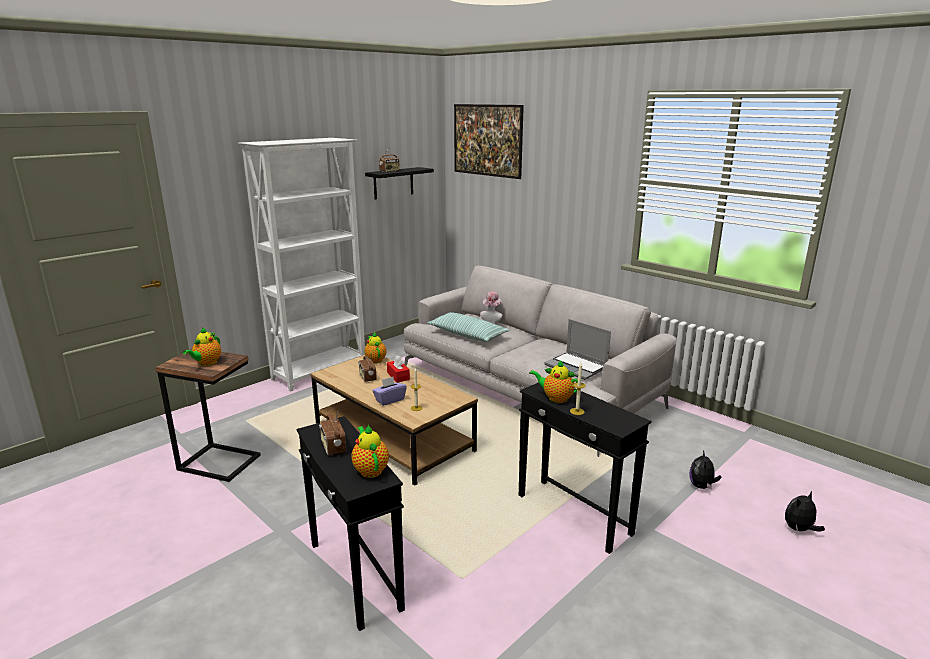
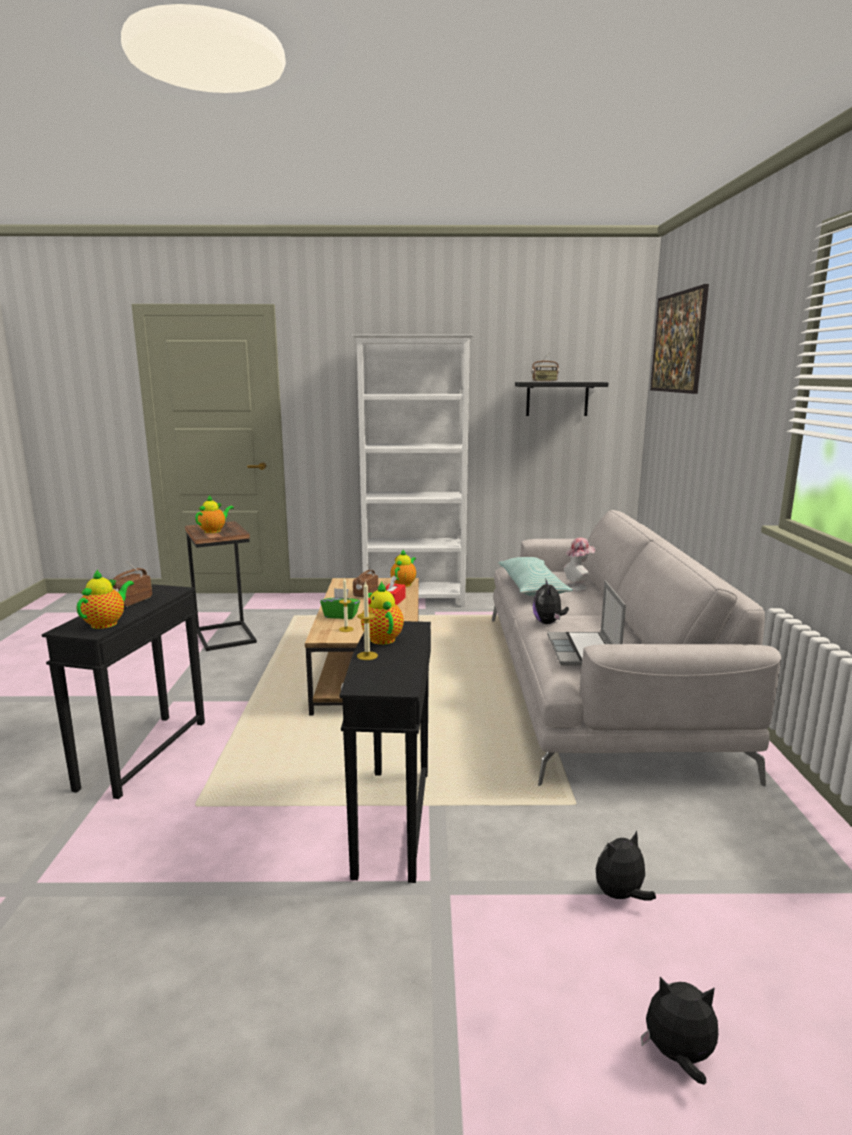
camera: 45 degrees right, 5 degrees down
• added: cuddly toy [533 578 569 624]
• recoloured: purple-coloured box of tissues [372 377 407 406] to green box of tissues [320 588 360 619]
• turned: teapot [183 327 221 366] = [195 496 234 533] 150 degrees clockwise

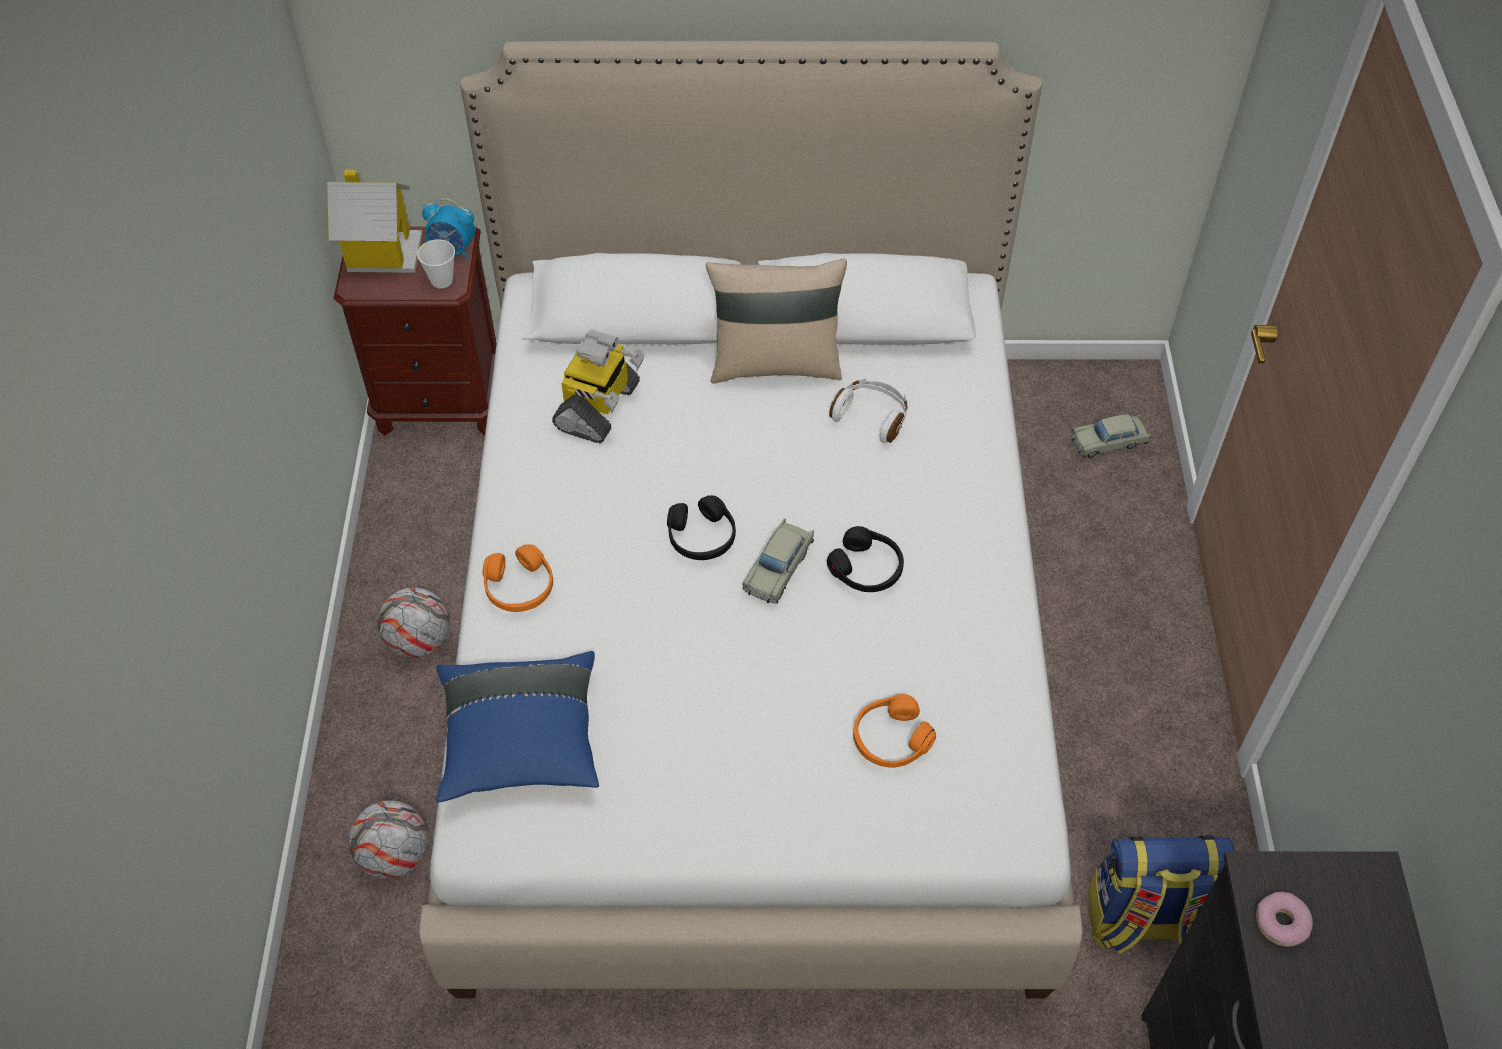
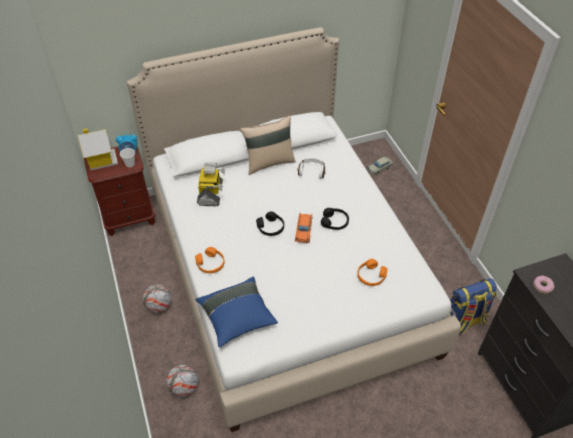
camera: 20 degrees left, 5 degrees down
• recoloured: beige miniature car [742 519 814 604] to orange-coloured miniature car [295 213 313 243]

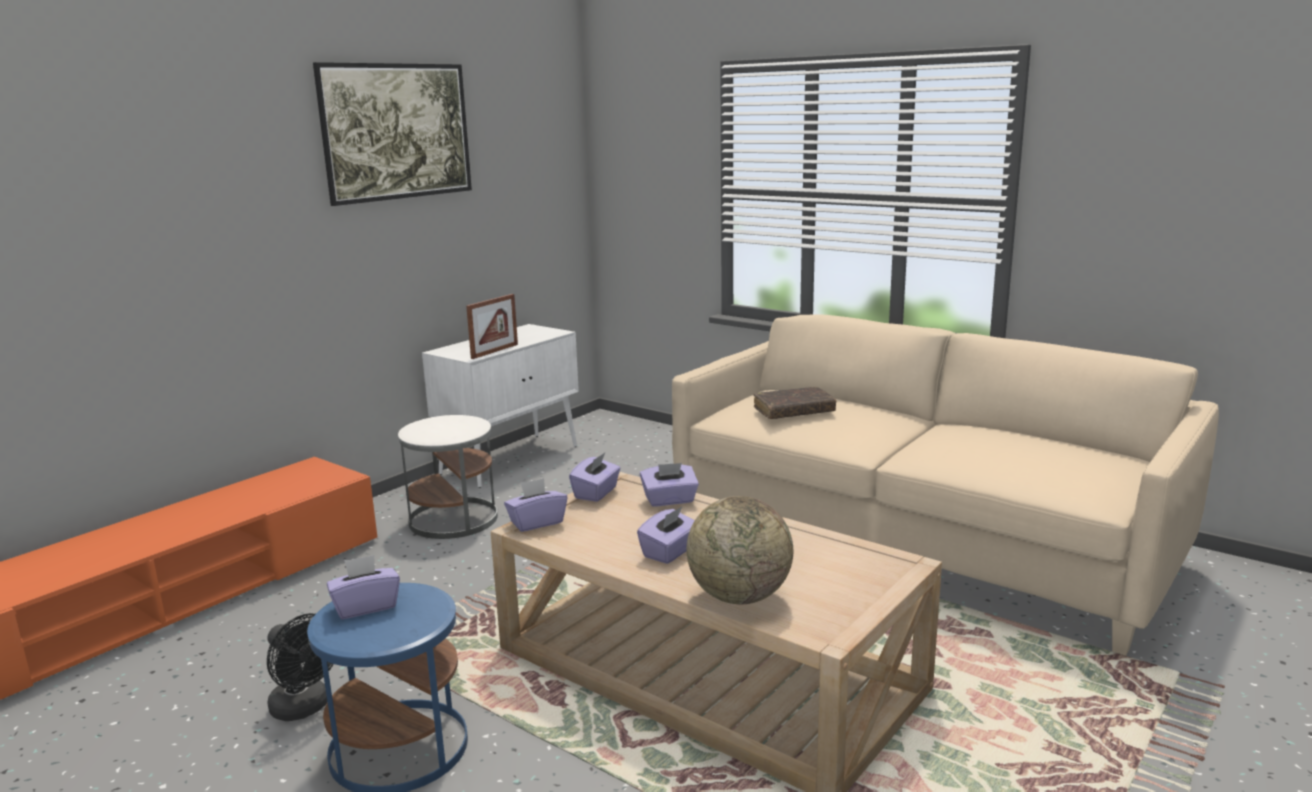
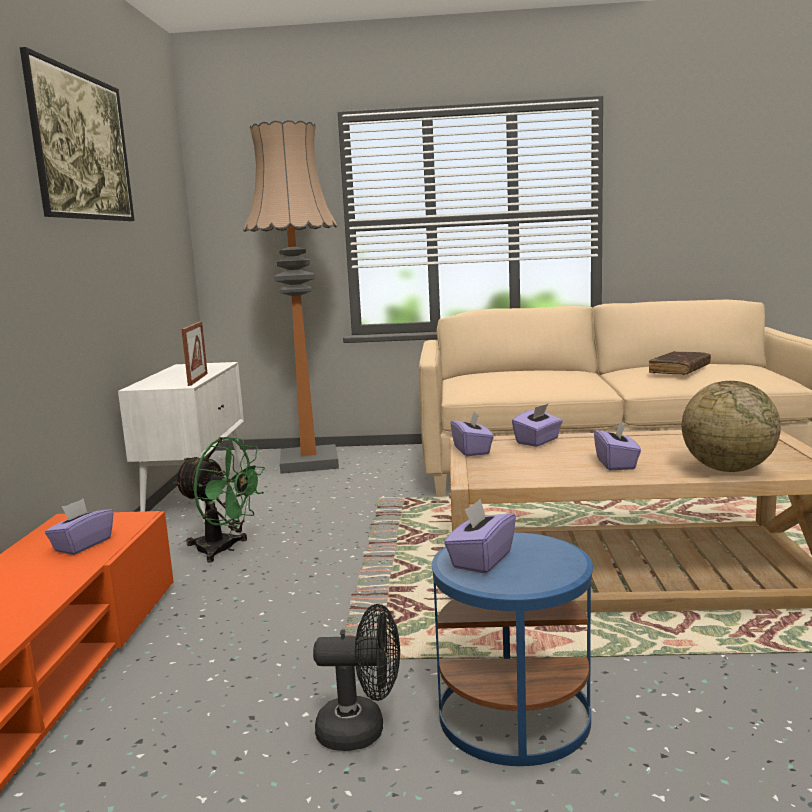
camera: 35 degrees left, 5 degrees down
• added: floor lamp [243 120 339 474]
• moved: purple-coloured box of tissues [504 478 568 532] to [45 499 114 555]
• moved: brownish volume [753 387 836 419] to [649 351 711 375]
• replaced: white side table [398 415 498 539] to green fan [173 437 265 562]

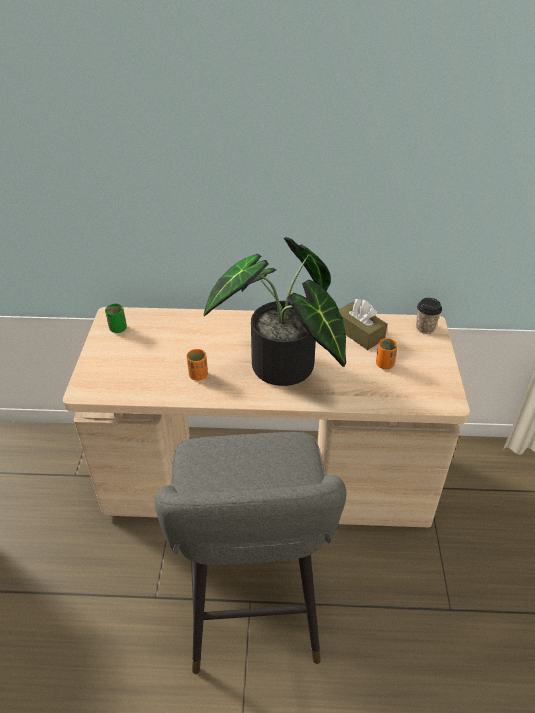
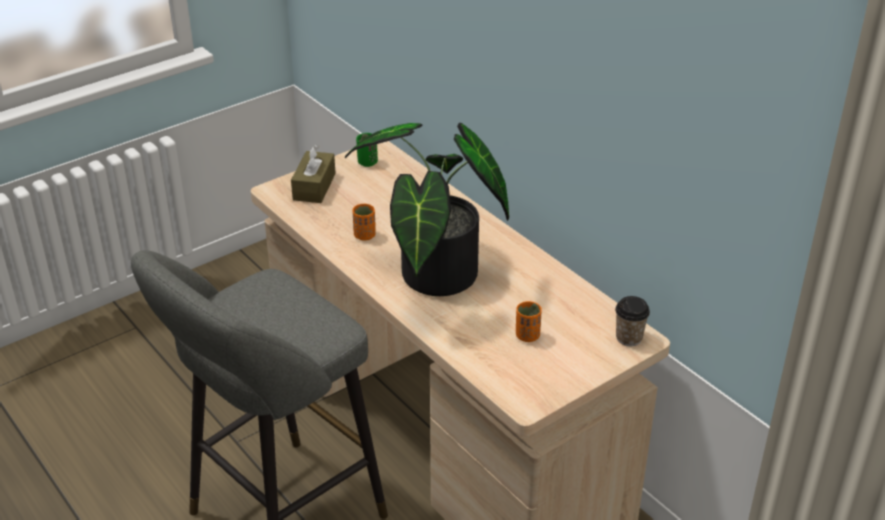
camera: 50 degrees right, 5 degrees down
• moved: brownish box of tissues [339 299 387 350] to [291 144 336 203]

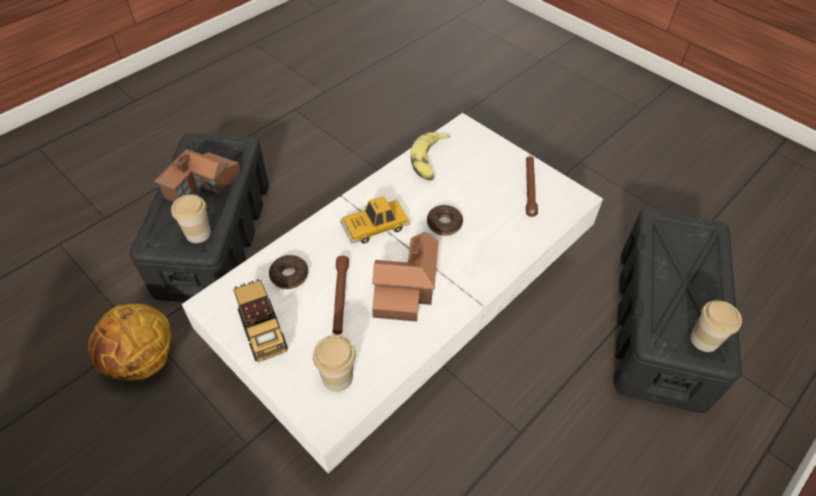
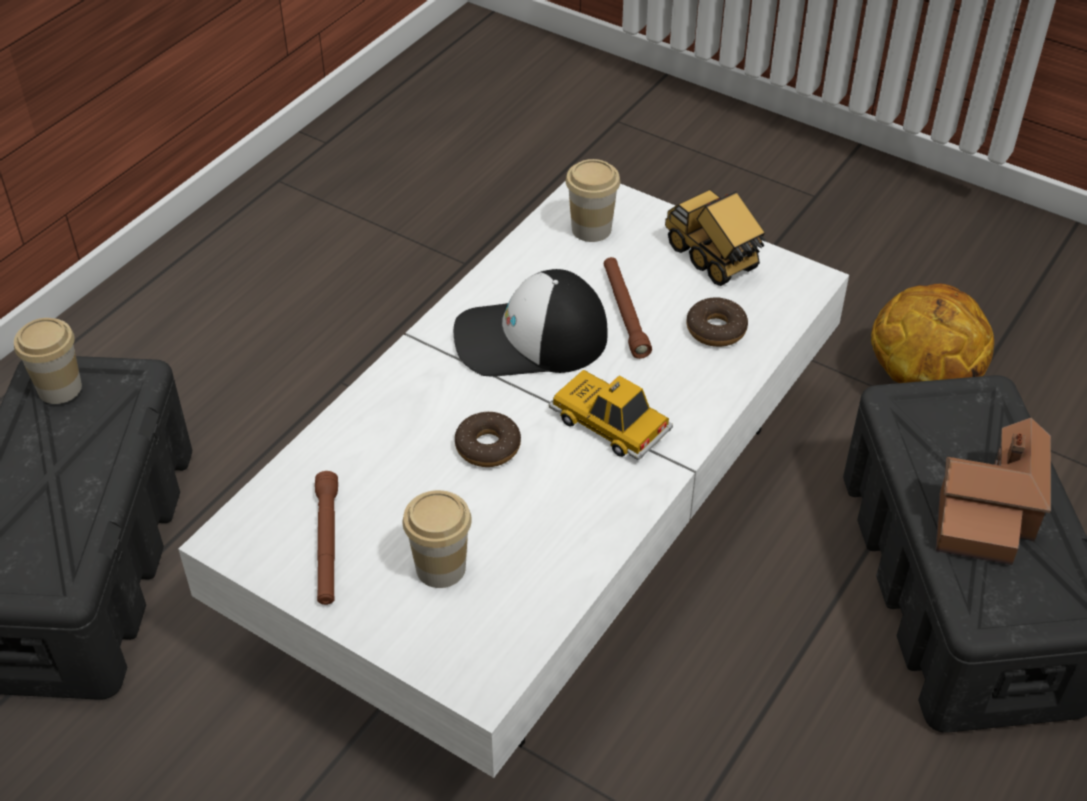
camera: 170 degrees right, 5 degrees down
• removed: whole banana [411 132 450 181]
• moved: cup [171 195 211 243] to [403 490 472 588]
• replaced: toy house [372 231 439 322] to peaked cap [454 269 607 377]
• turned: miniature car [340 196 411 244] = [549 370 673 460] 105 degrees counterclockwise

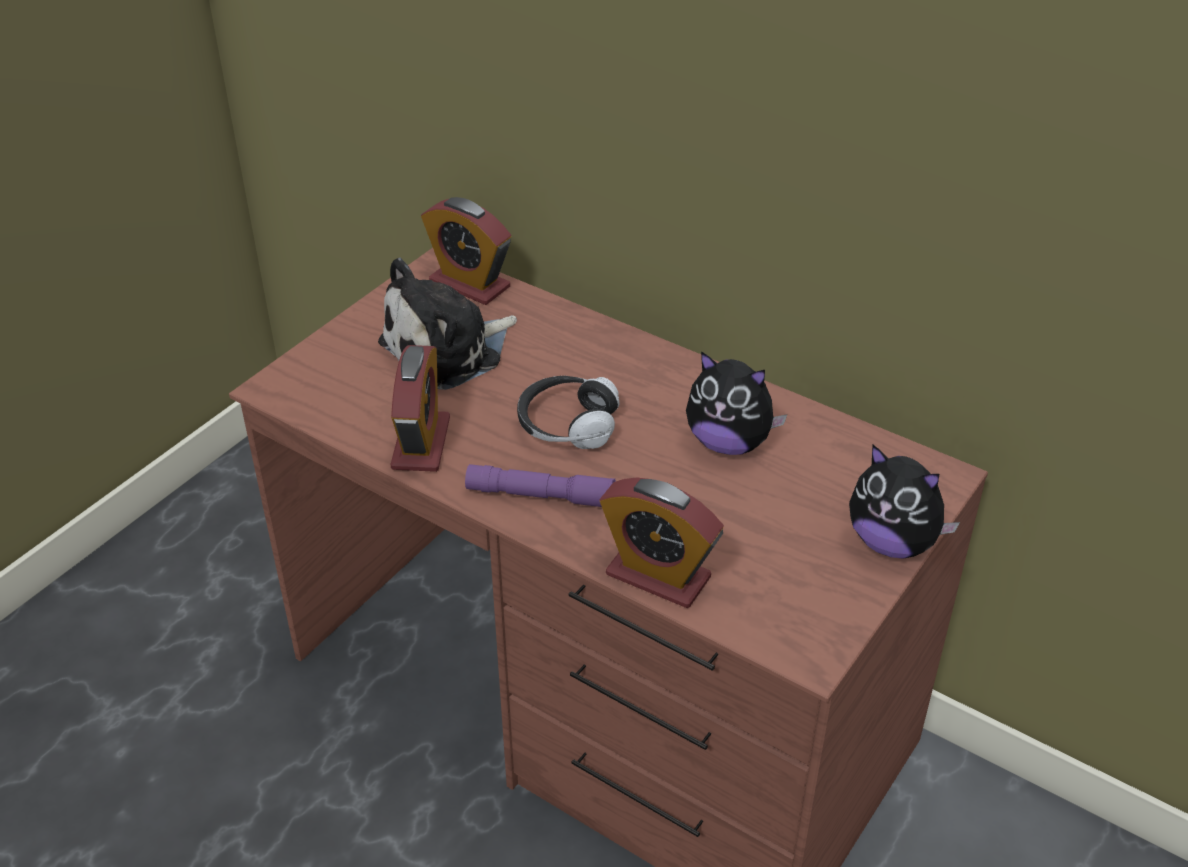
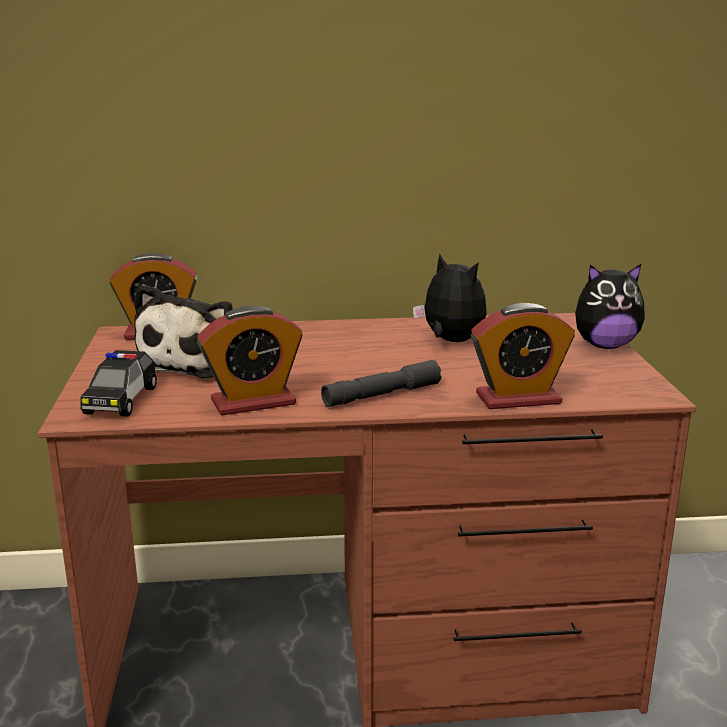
camera: 40 degrees left, 20 degrees down
• removed: headphones [517 376 619 449]
• added: miniature car [80 350 157 417]
• recoloured: purple-coloured hand torch [465 464 616 507] to greyish hand torch [321 360 442 407]
• turned: alarm clock [390 345 450 472] = [197 306 303 415] 105 degrees clockwise
• turned: cuddly toy [686 351 787 455] = [413 254 487 342] 120 degrees counterclockwise

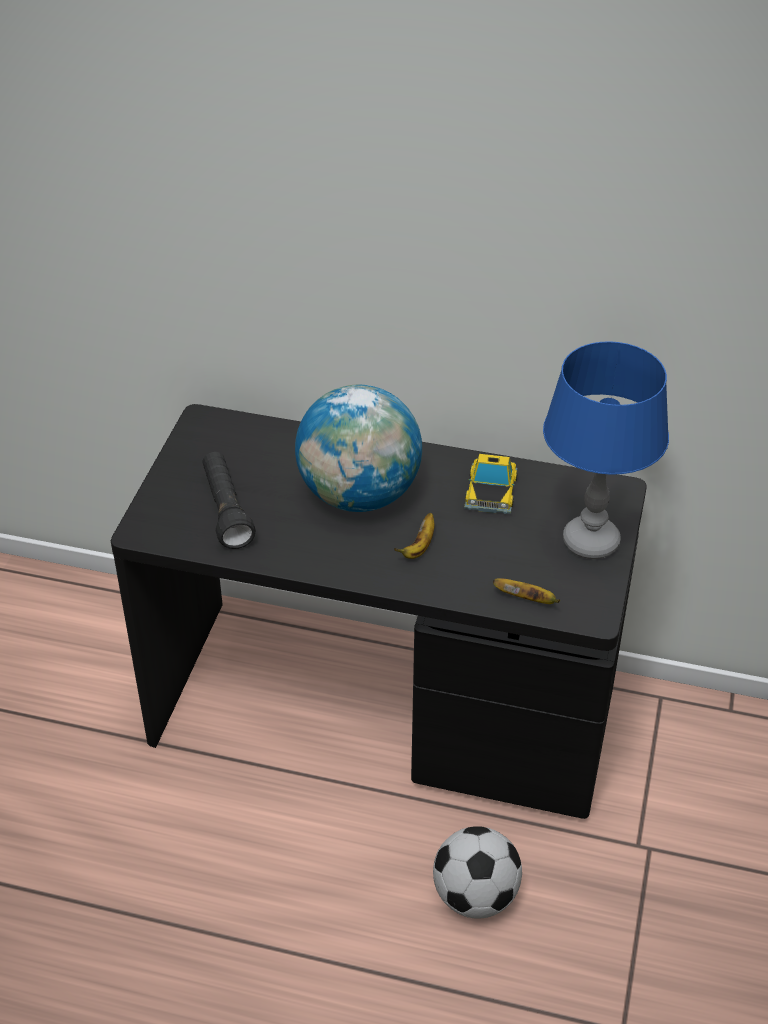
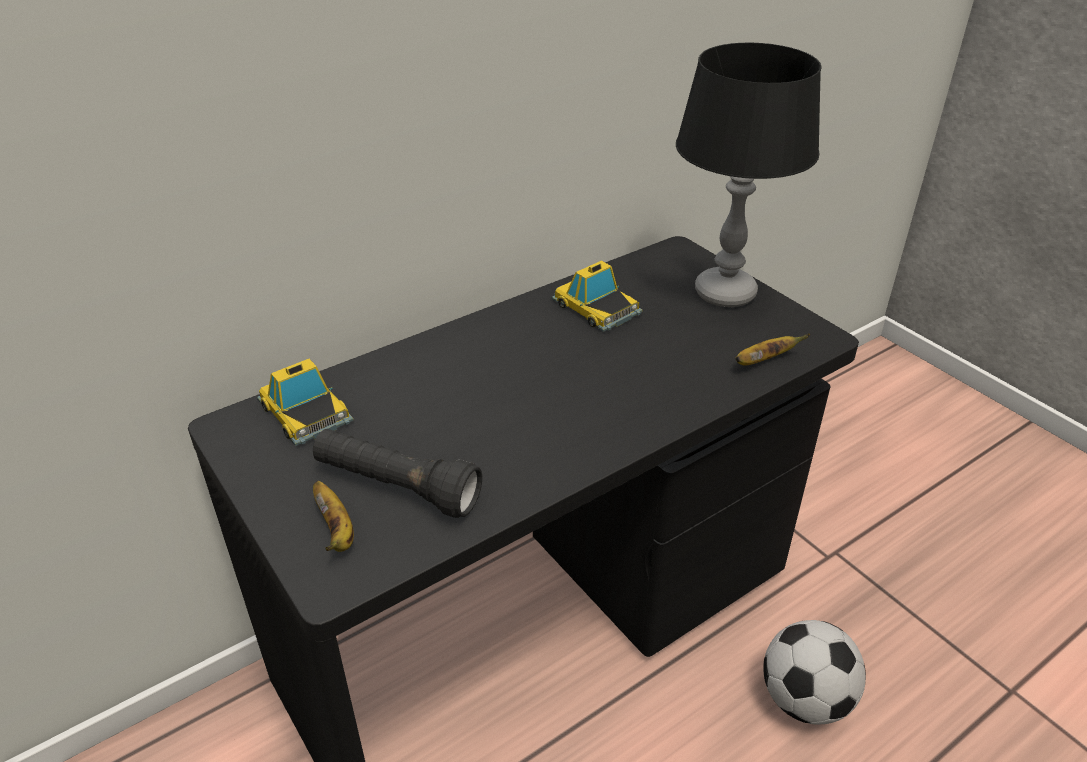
camera: 50 degrees left, 5 degrees down
• removed: world globe [295 385 422 512]
• added: miniature car [257 359 354 446]
• moved: whole banana [394 513 435 559] to [313 481 354 552]
• recoloured: blue tabletop lamp [543 341 669 559] to blackish tabletop lamp [676 43 821 307]

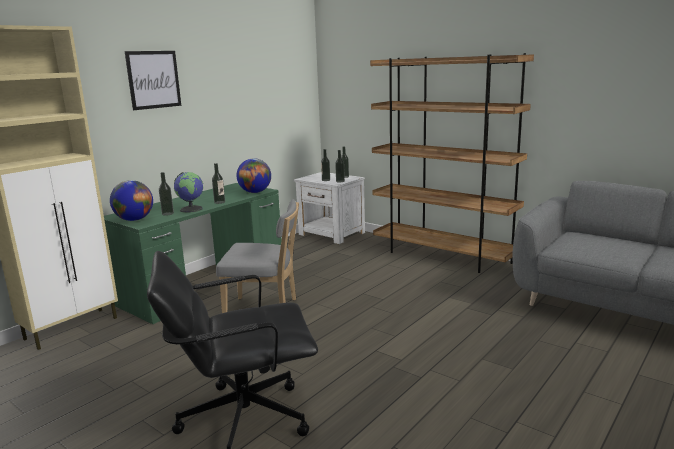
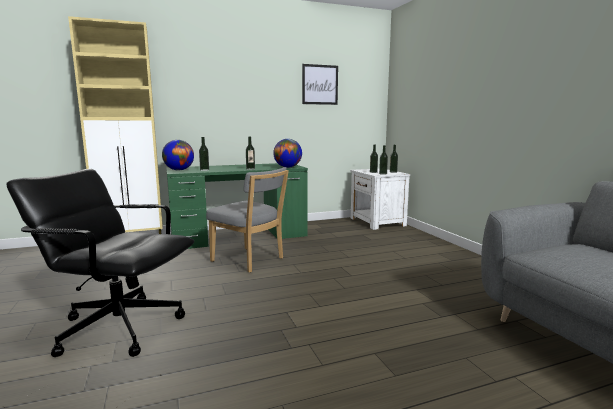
camera: 30 degrees right, 5 degrees down
• removed: world globe [174 172 203 213]
• removed: brownish shelving unit [370 53 534 273]
• moved: picture [125 51 181 110] to [302 64 338 105]

